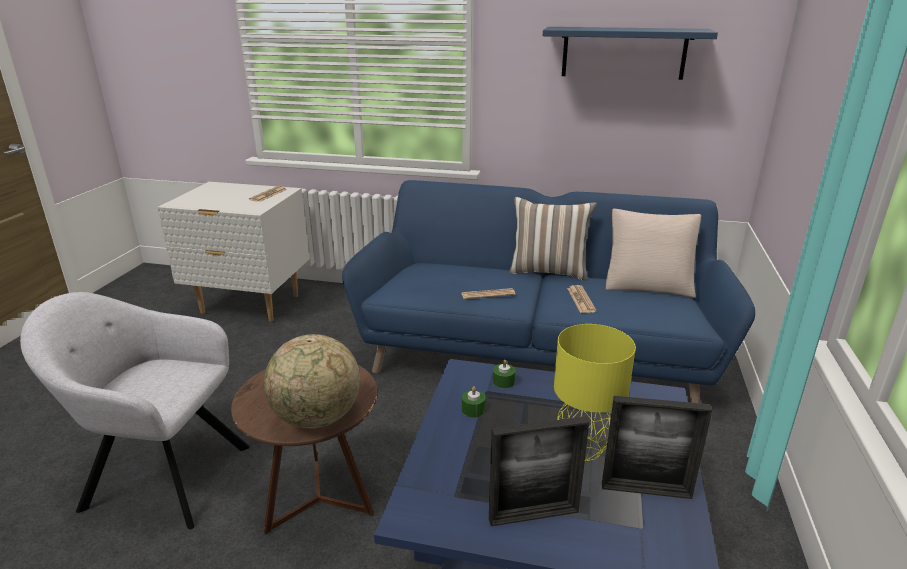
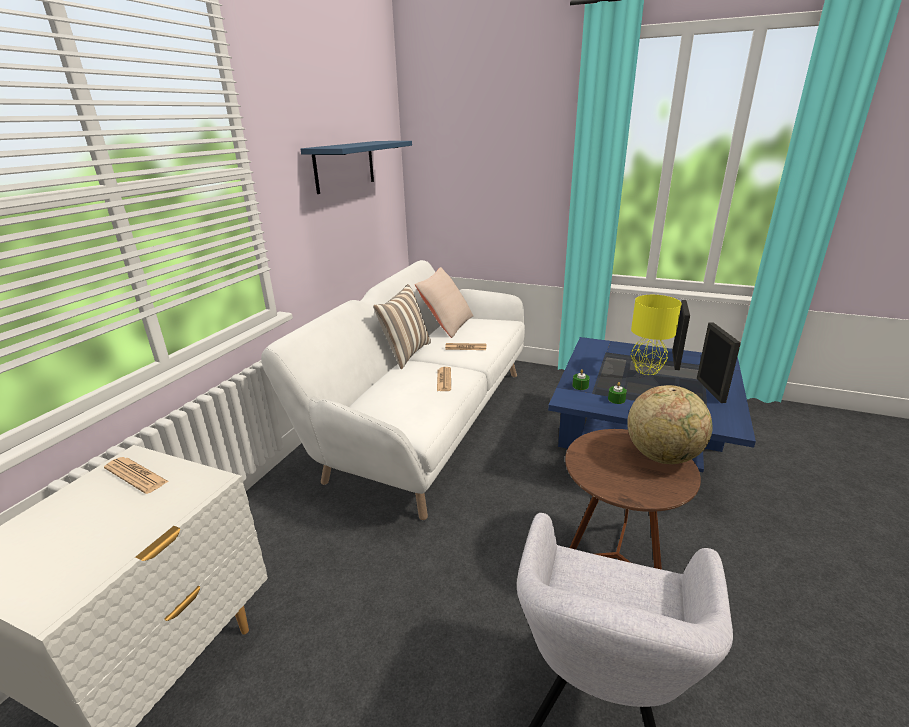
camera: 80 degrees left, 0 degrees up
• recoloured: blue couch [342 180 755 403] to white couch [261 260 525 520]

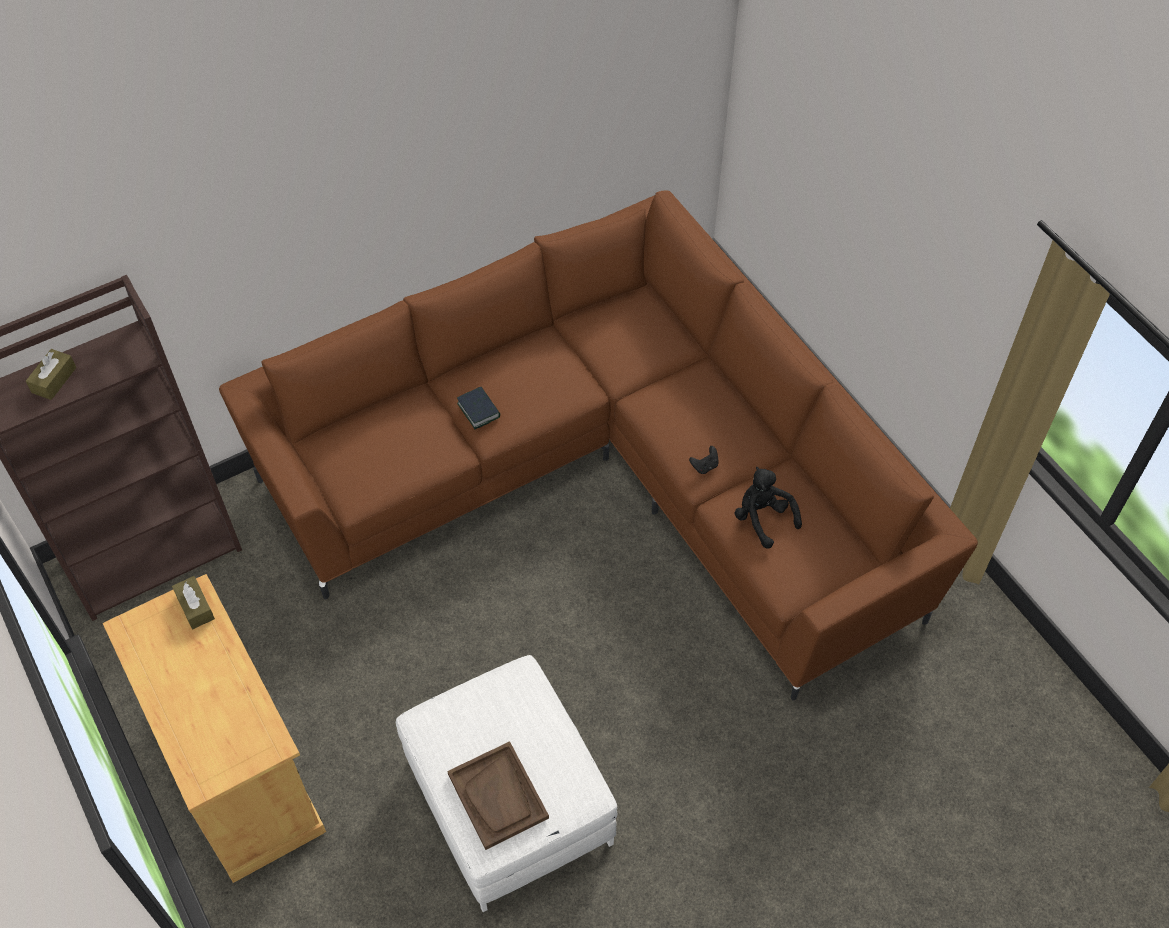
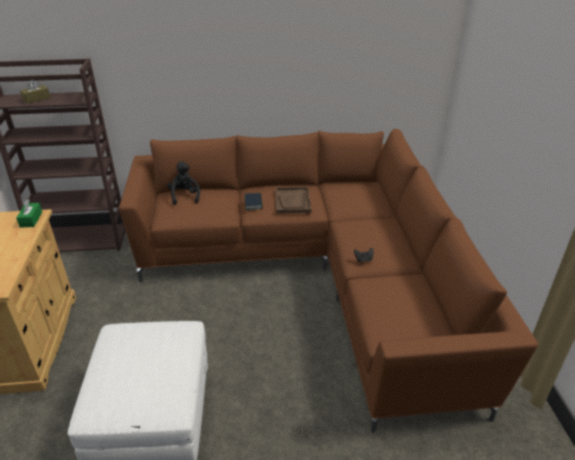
camera: 25 degrees right, 20 degrees down
• moved: brownish serving tray [447 741 549 850] to [275 186 311 214]
• moved: blackish cuddly toy [735 467 802 549] to [167 161 200 205]
• recoloured: brownish box of tissues [172 576 215 629] to green box of tissues [16 199 42 228]

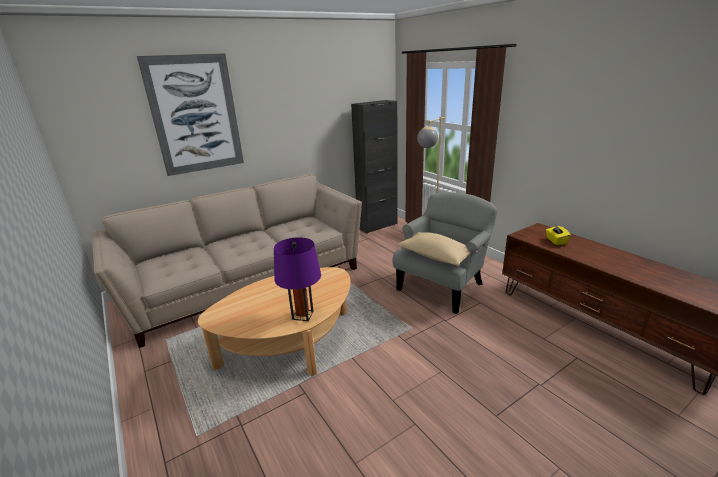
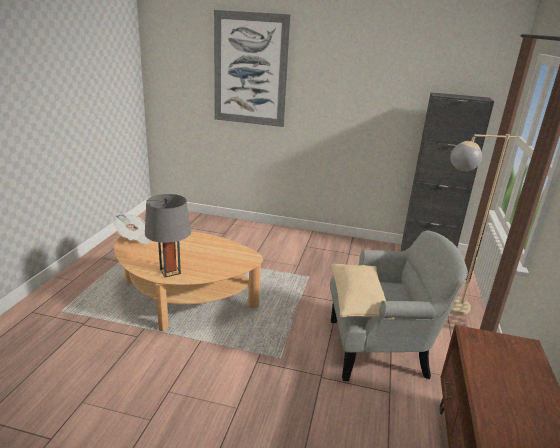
camera: 45 degrees right, 0 degrees up
• removed: beige couch [92 174 362 348]
• removed: yellow-coloured box of tissues [546 225 571 245]
• added: newspaper [113 214 150 245]
• recoloured: purple-coloured tabletop lamp [274 237 321 321] to greyish tabletop lamp [145 194 191 277]

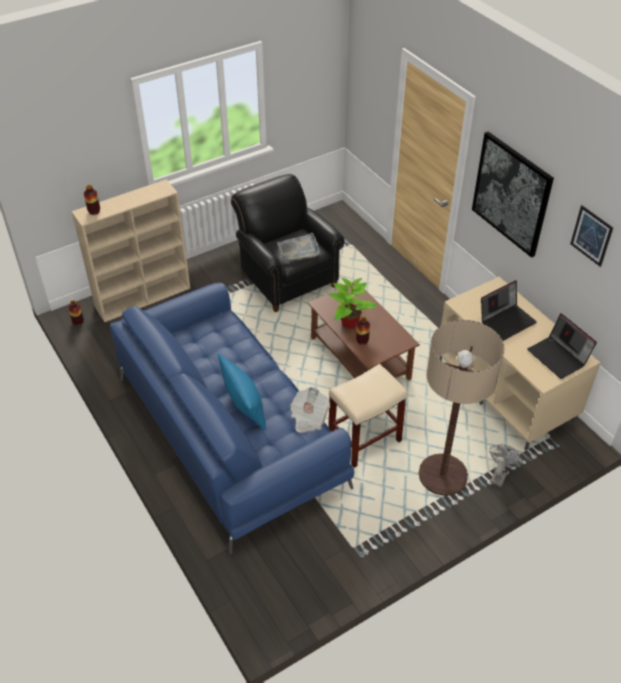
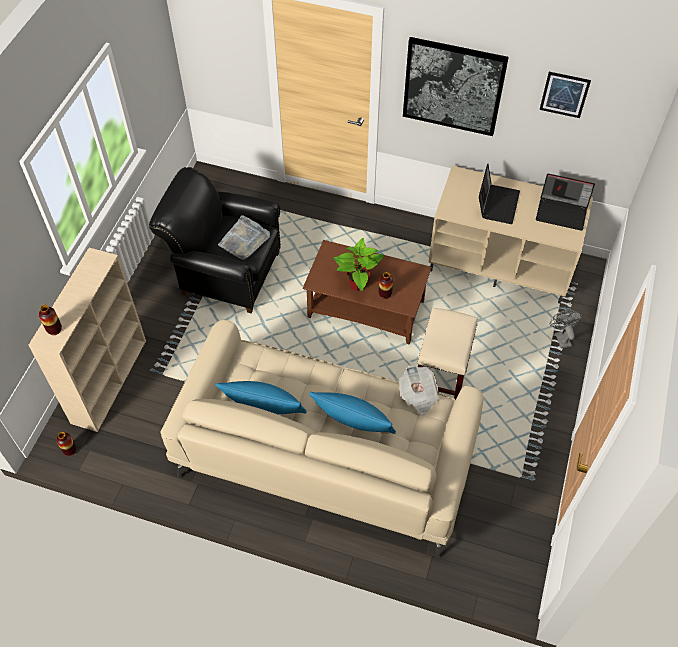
camera: 40 degrees left, 10 degrees up
• removed: floor lamp [419 320 505 496]
• added: blue pillow [216 381 307 414]
• recoloured: blue couch [110 283 354 554] to beige couch [160 320 484 559]

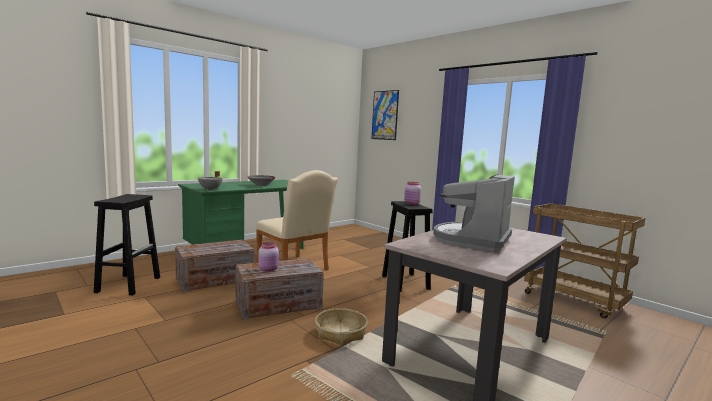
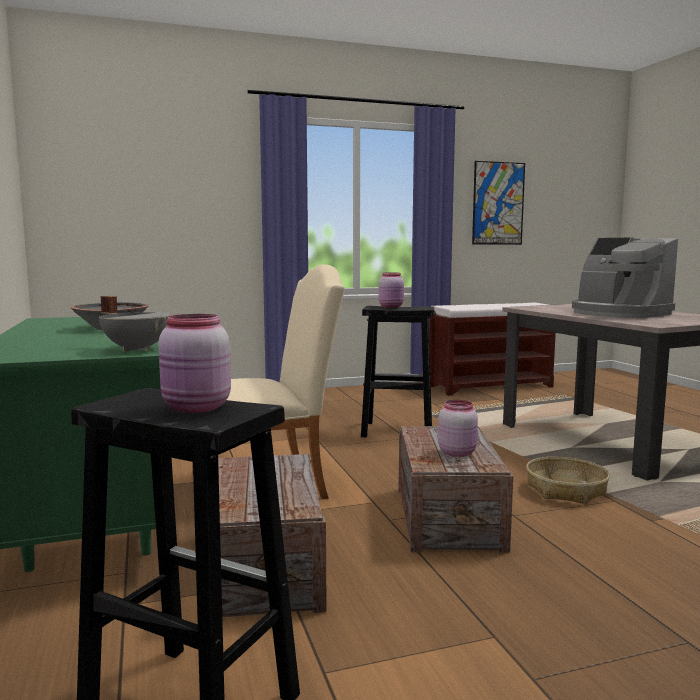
camera: 65 degrees left, 0 degrees up
• added: pink storage jar [158 314 231 413]
• moved: picture [372 90 399 140] to [472 161 525 245]
• replaced: brownish cart [524 203 645 319] to brownish bench [429 302 556 396]

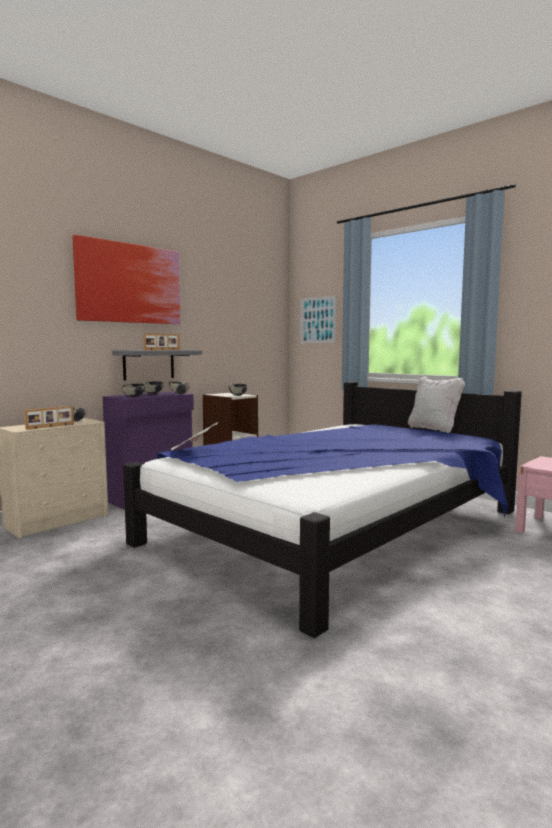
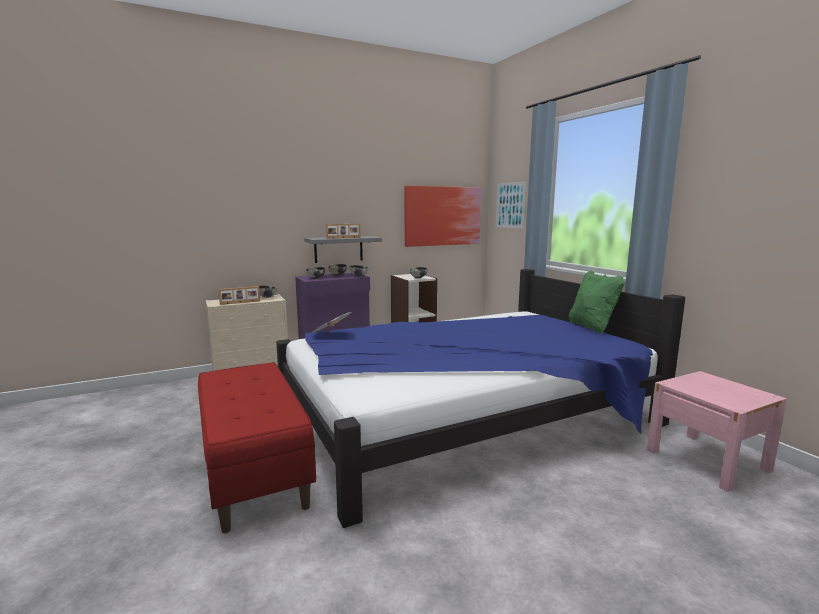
camera: 20 degrees right, 5 degrees up
• added: red-coloured bench [198 362 316 533]
• moved: picture [72 235 181 324] to [405 186 481 247]
• recoloured: white pillow [408 376 465 433] to green pillow [569 270 624 334]

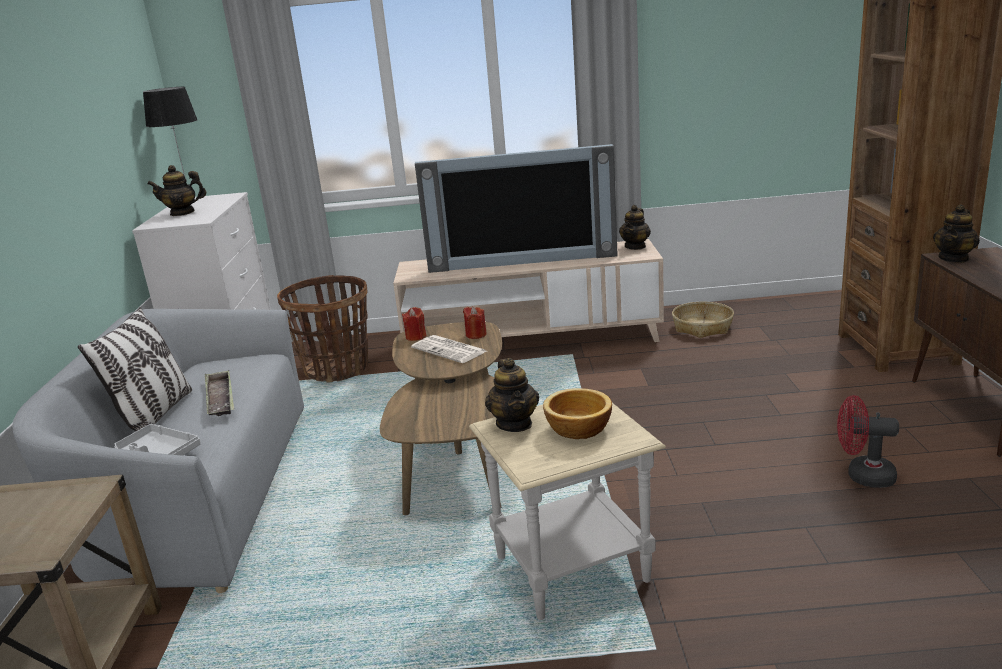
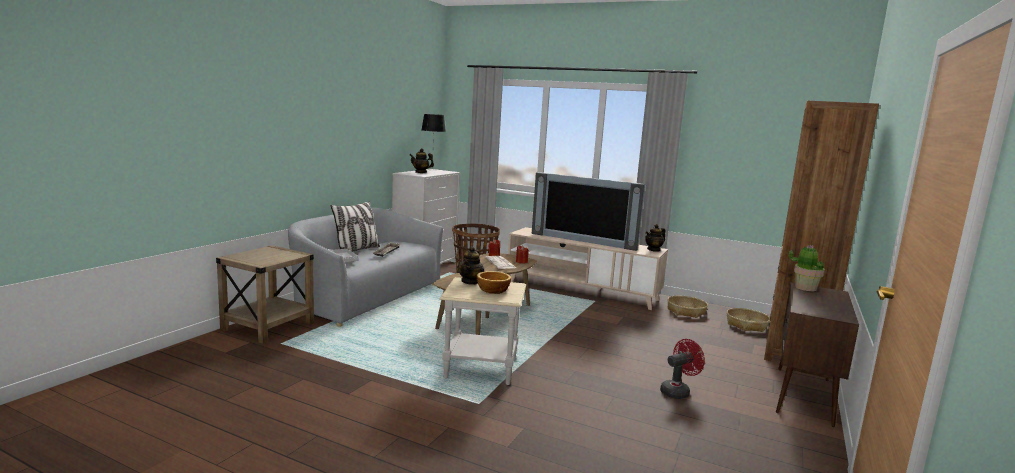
camera: 25 degrees right, 10 degrees down
• added: storage basket [727 308 770 332]
• replaced: teapot [933 204 980 263] to plant in a pot [789 245 825 291]
• turned: red-coloured fan [837 395 899 488] = [660 339 705 399] 105 degrees clockwise

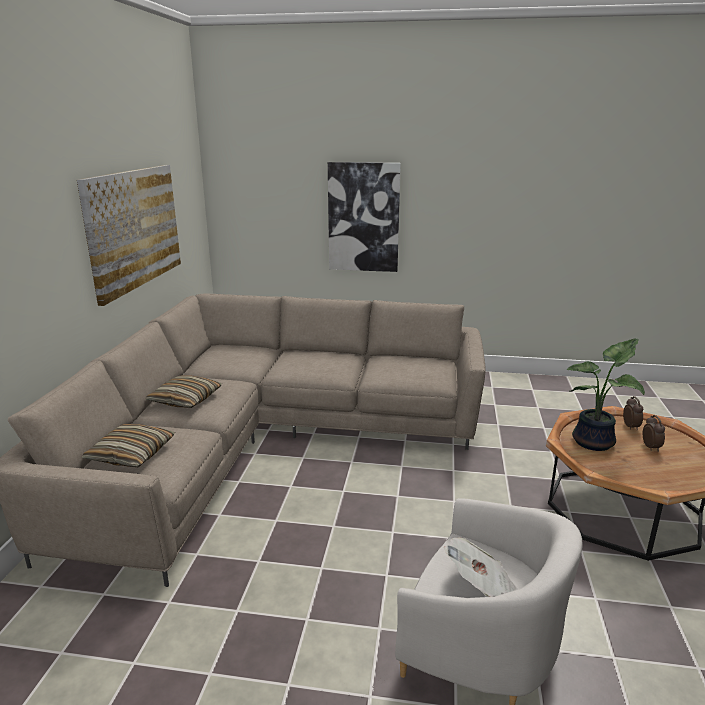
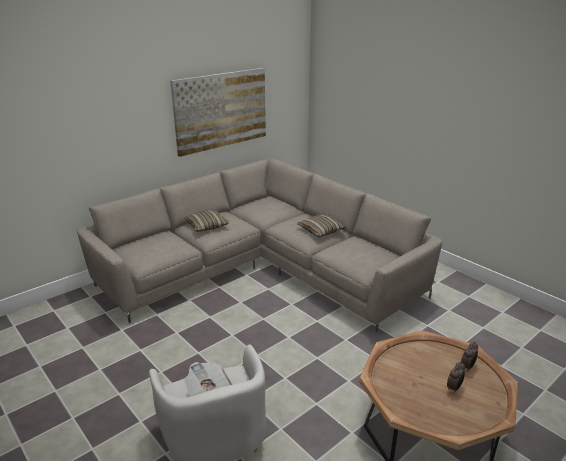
camera: 40 degrees right, 5 degrees up
• removed: picture [328 162 401 272]
• removed: plant in a pot [567 338 645 451]
• moved: pillow [82 424 175 467] to [297 214 346 237]

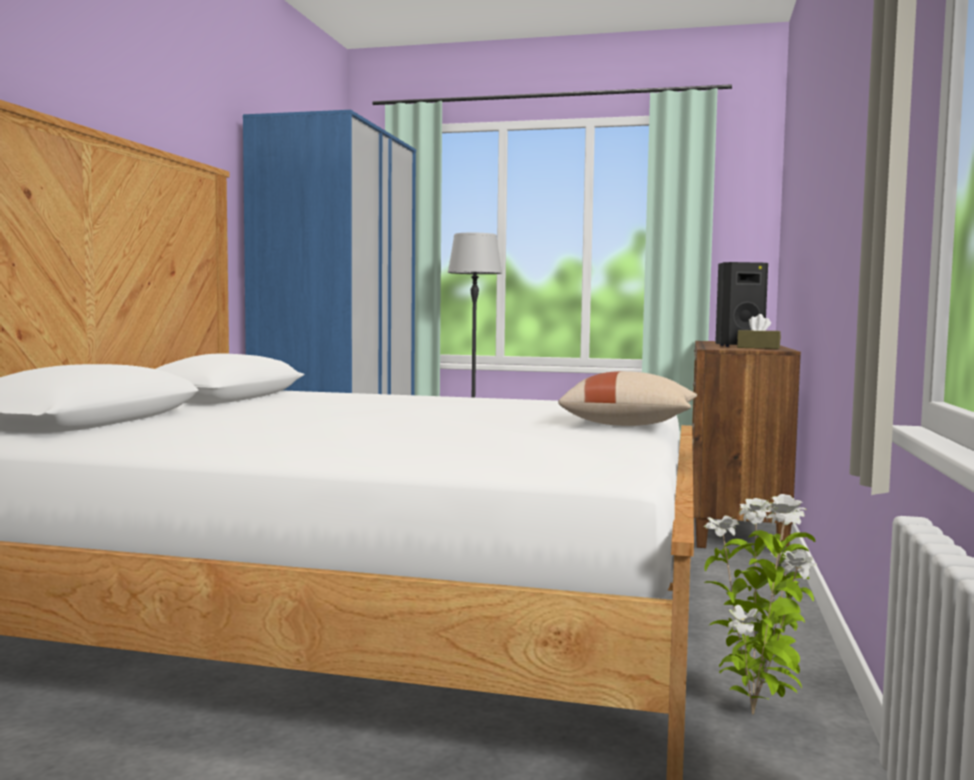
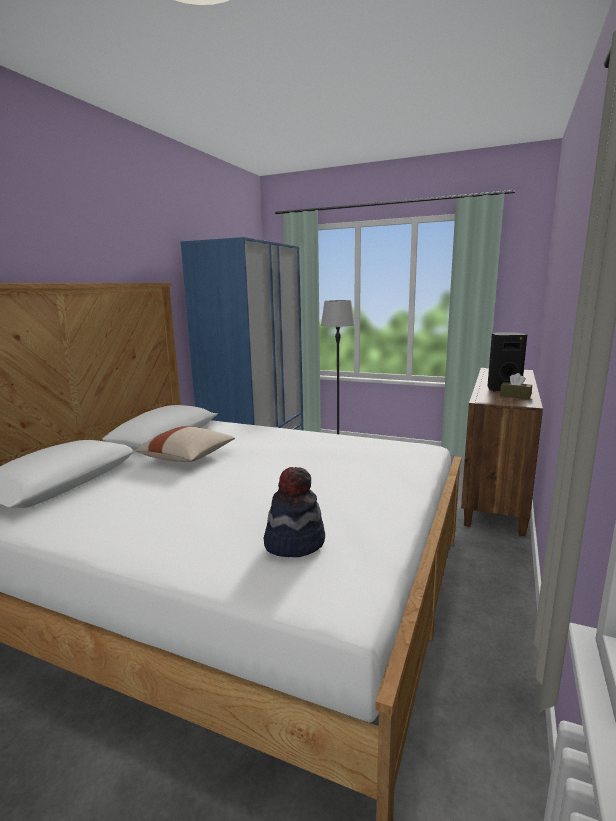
camera: 10 degrees right, 10 degrees up
• removed: plant in a pot [704 494 817 715]
• added: hat [264 467 325 557]
• moved: beige pillow [558 371 697 426] to [135 426 235 462]

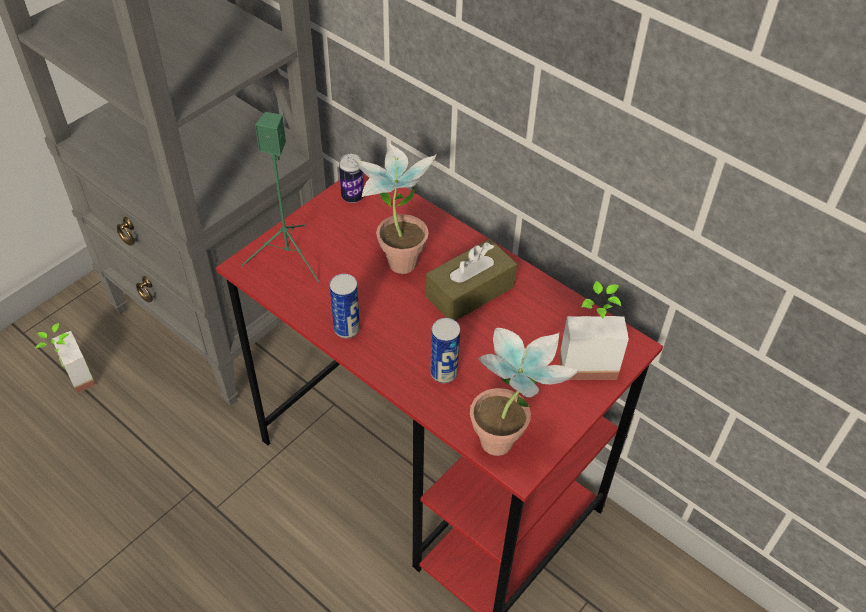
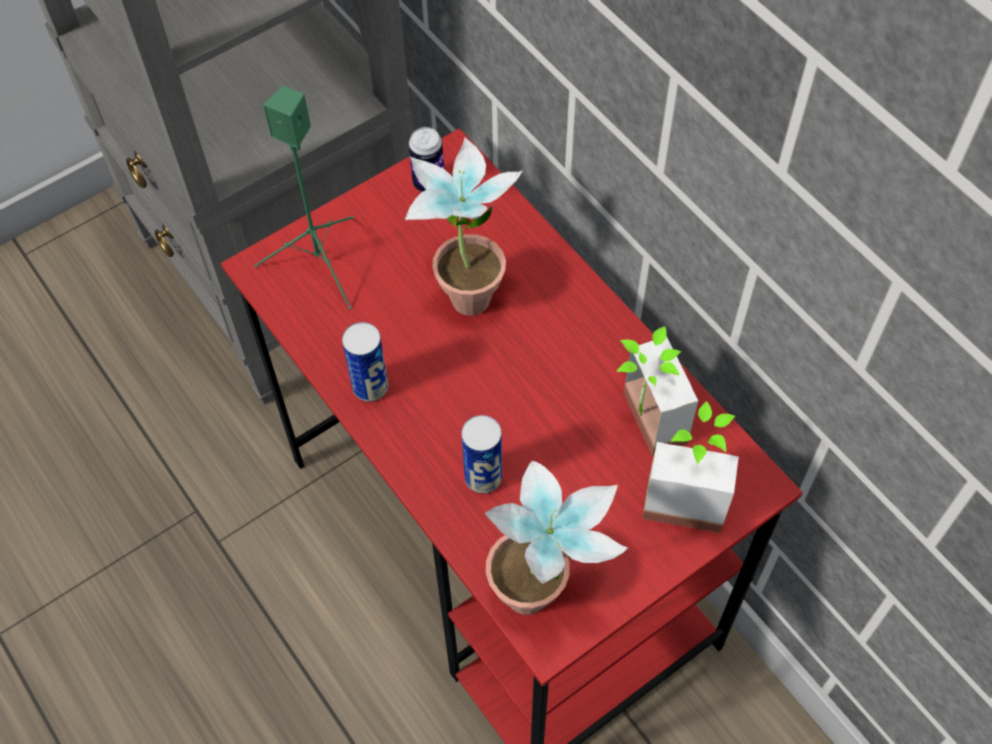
camera: 15 degrees right, 10 degrees up
• removed: brownish box of tissues [426 239 517 321]
• moved: plant in a pot [35 323 96 393] to [616 326 698 456]

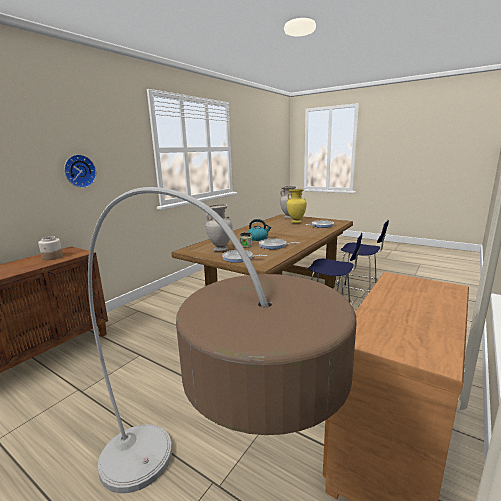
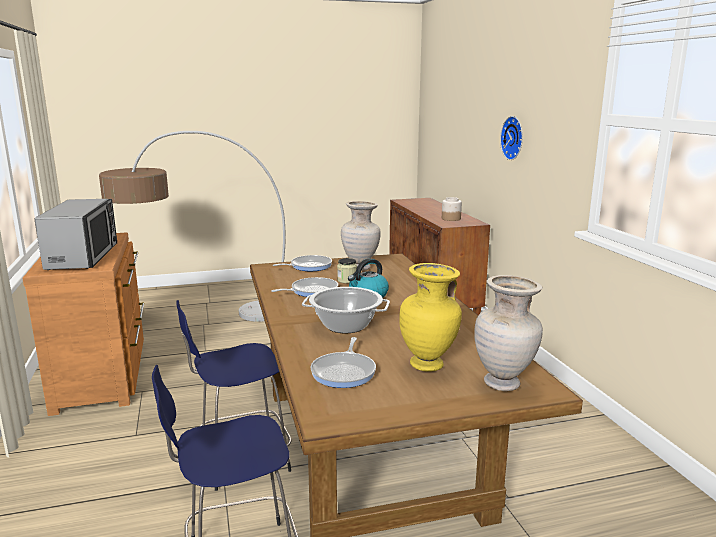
camera: 130 degrees right, 0 degrees up
• added: microwave [35 199 117 270]
• added: saucepot [302 287 390 333]

